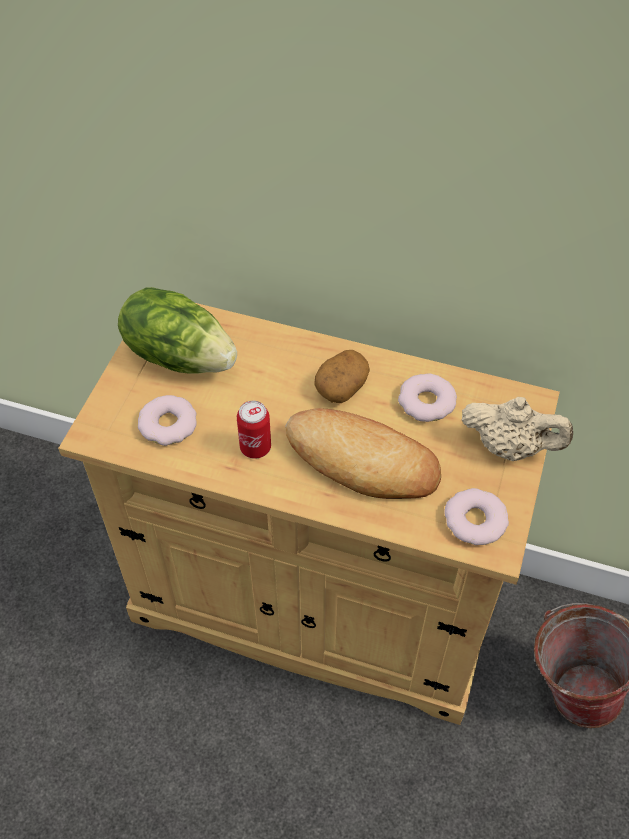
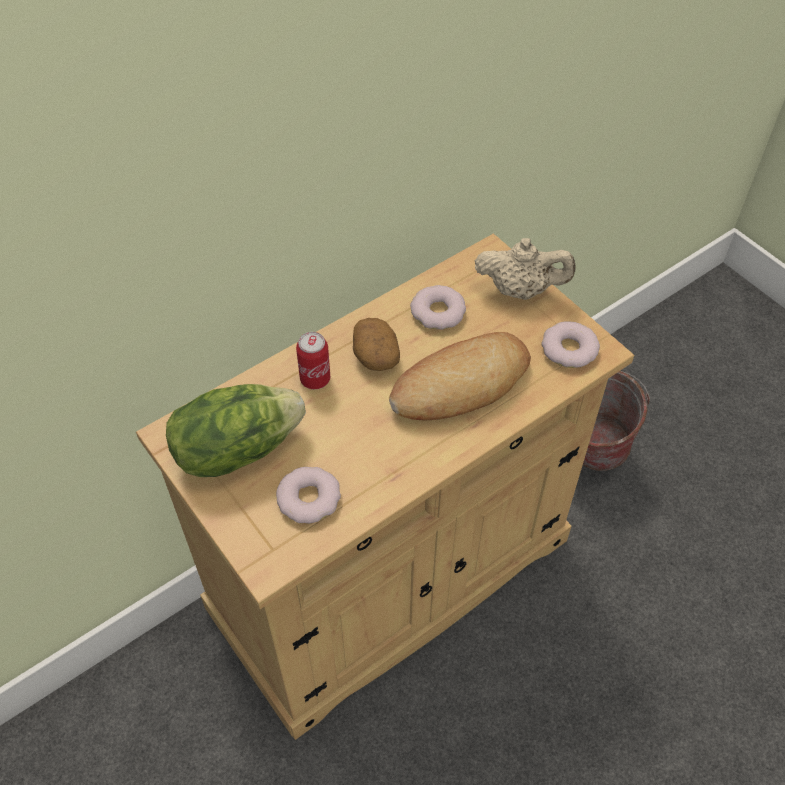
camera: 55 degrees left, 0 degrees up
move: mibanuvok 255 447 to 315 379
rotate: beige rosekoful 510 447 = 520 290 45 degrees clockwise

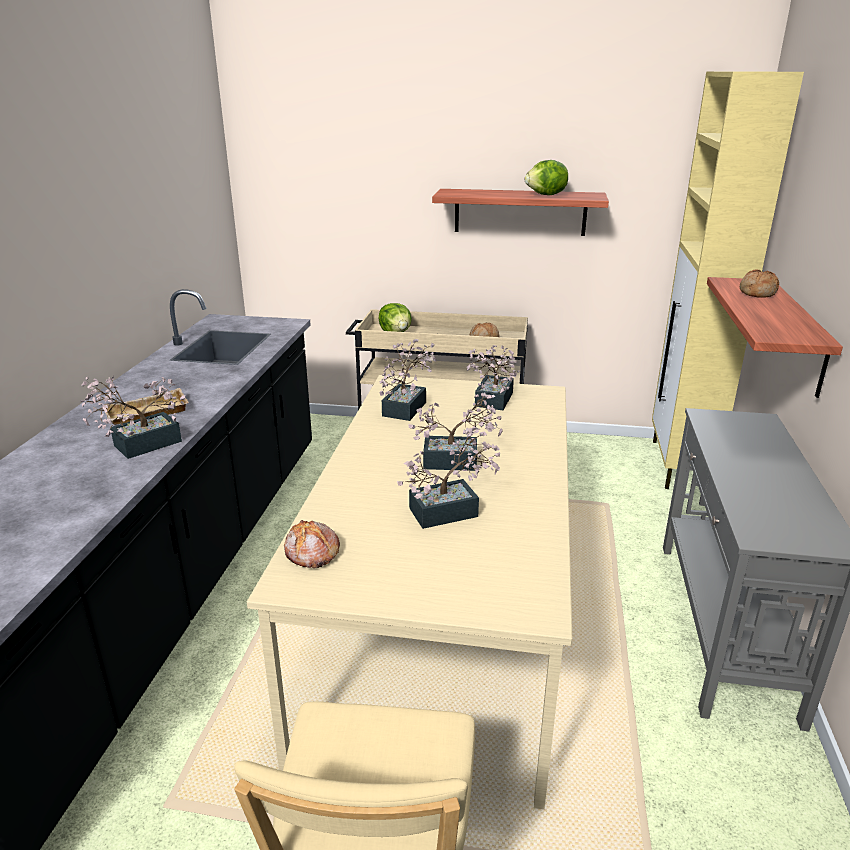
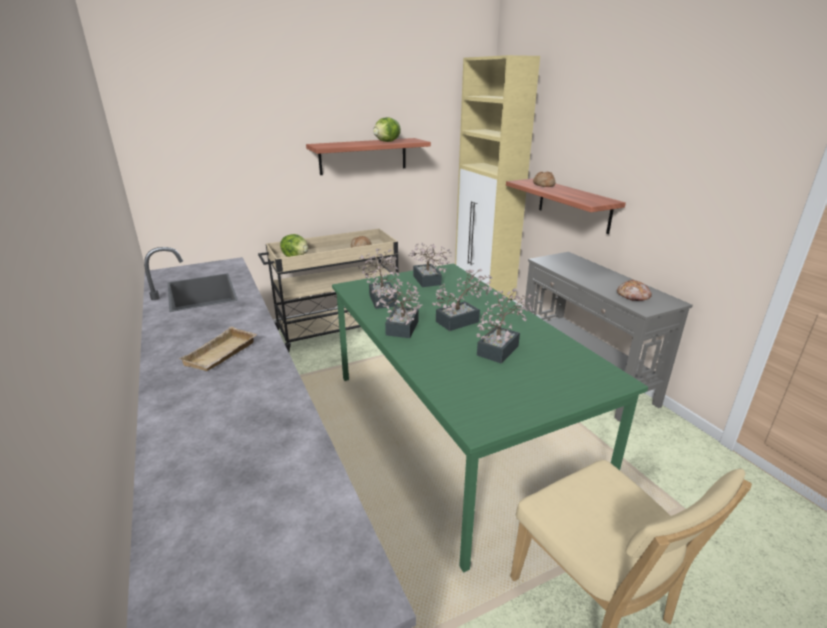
camera: 35 degrees left, 0 degrees up
move: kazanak 140 445 to 400 330; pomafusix 311 553 to 633 296
recolor: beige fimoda 442 615 to green fimoda 452 431

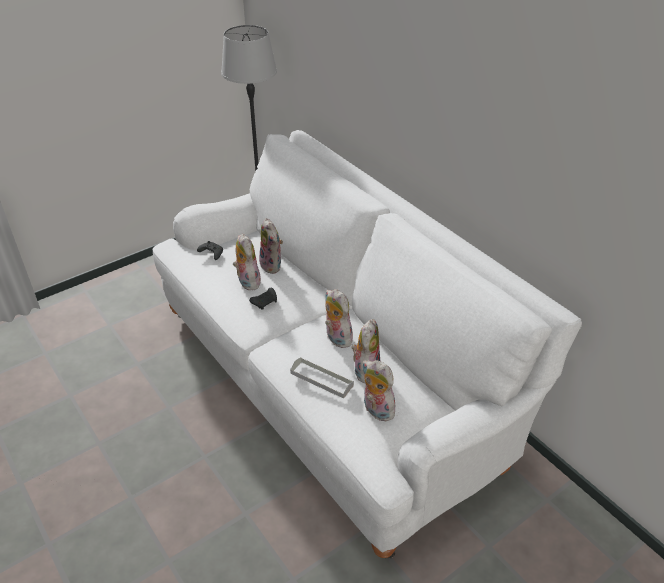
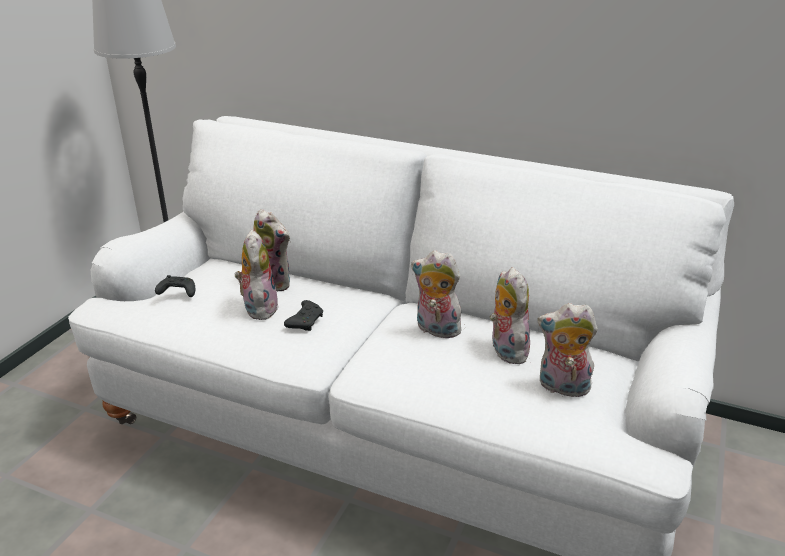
camera: 30 degrees left, 10 degrees down
delete: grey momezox 321 379
rotate: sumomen 247 281 = 258 307 45 degrees clockwise

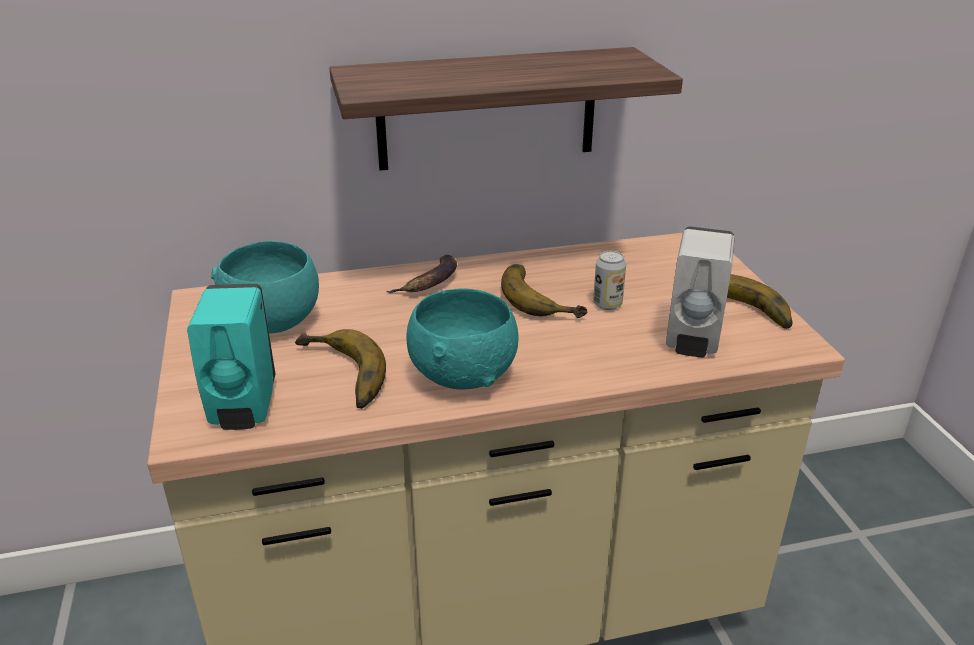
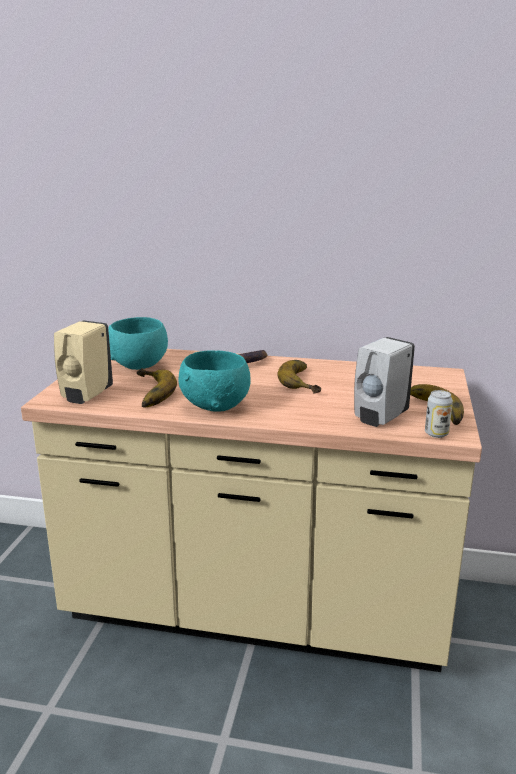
camera: 25 degrees right, 10 degrees down
delete: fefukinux 487 109
move: mibanuvok 607 304 to 436 434
recolor: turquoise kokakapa 243 409 to beige kokakapa 86 396

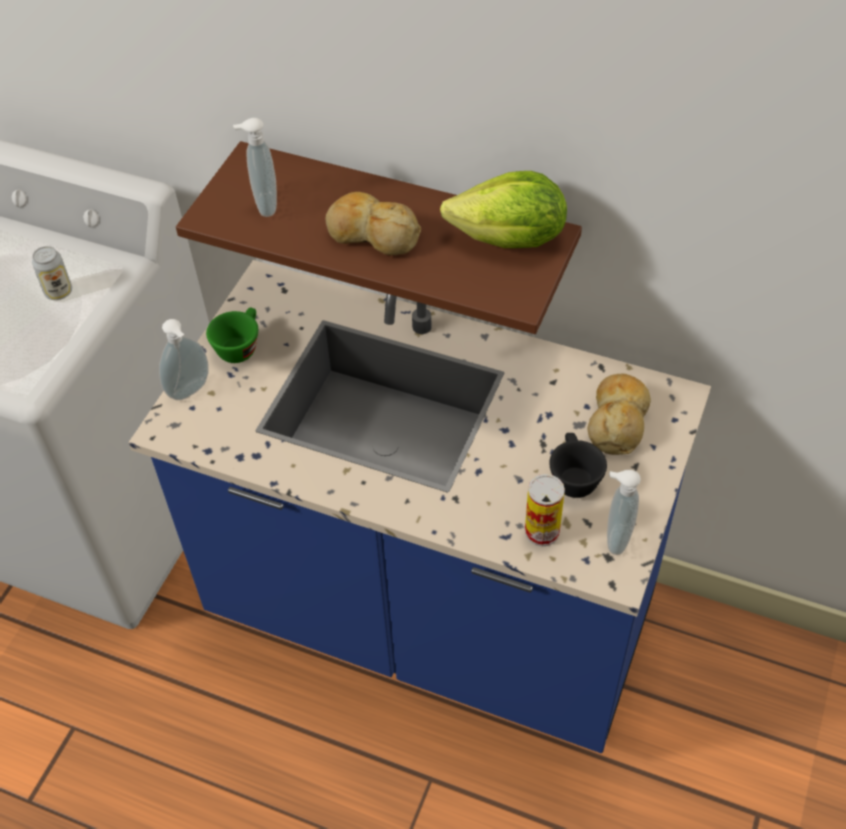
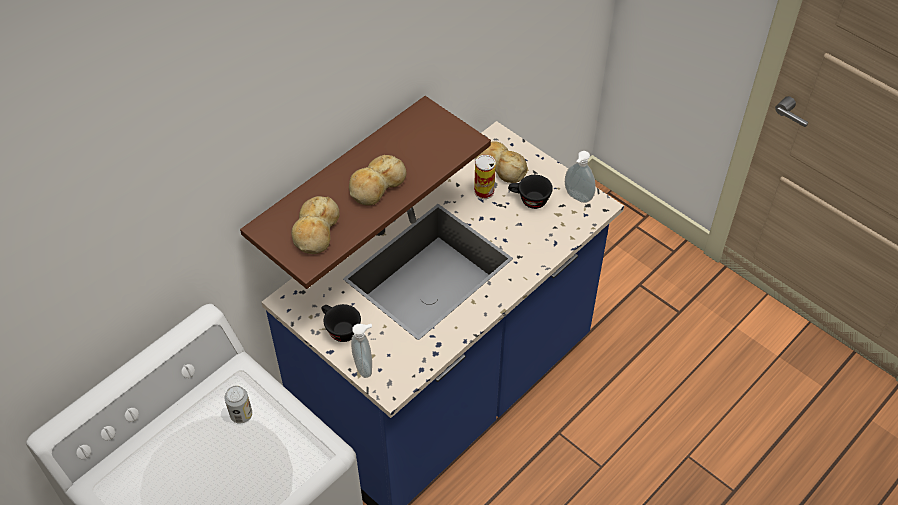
camera: 70 degrees left, 0 degrees up
delete: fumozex 510 240
move: mibanuvok 542 531 to 484 191
replace: kokakapa 264 205 to pomafusix 316 232
recolor: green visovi 239 346 to black visovi 339 329

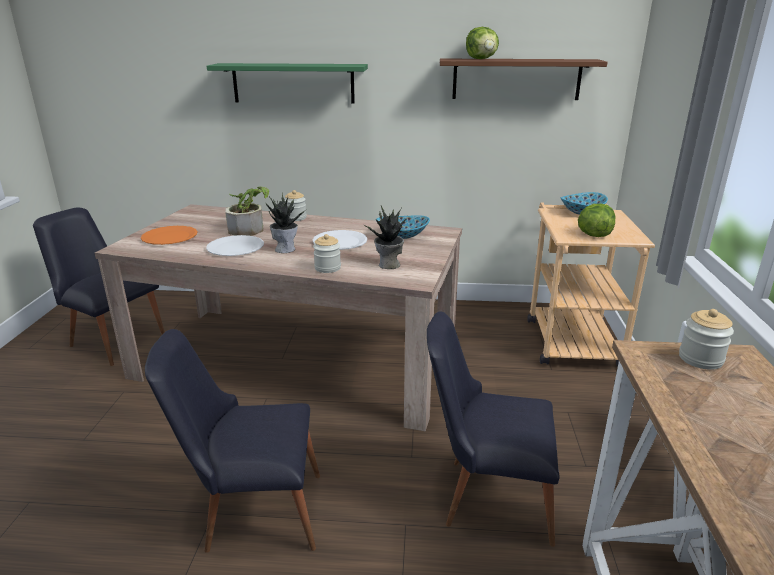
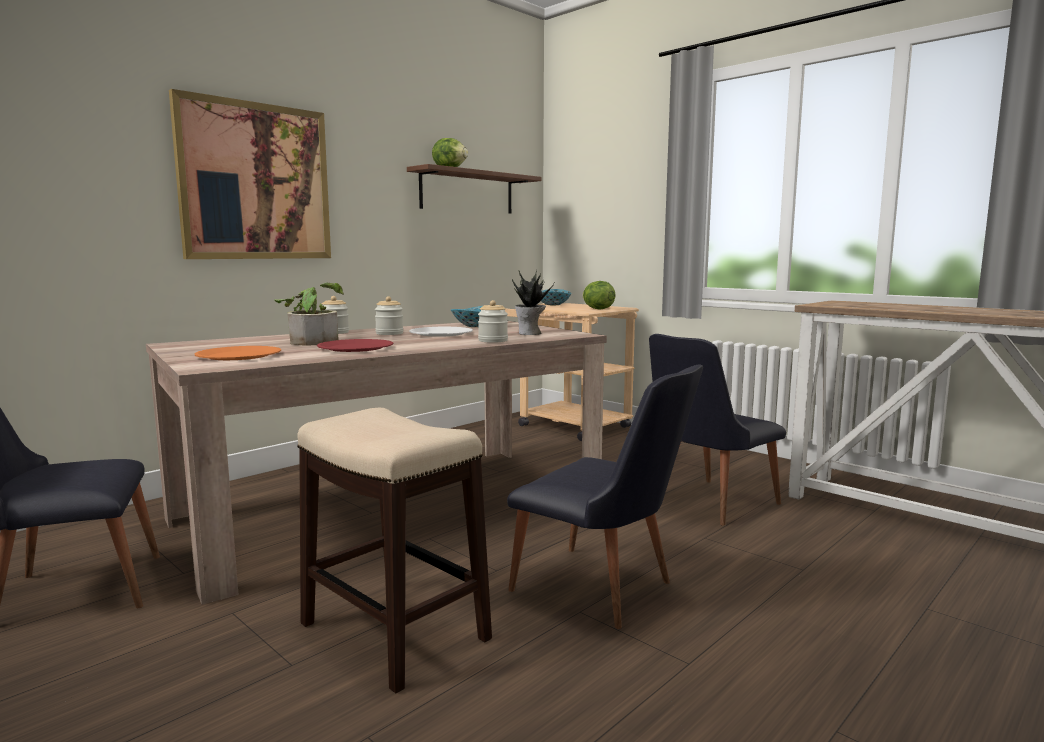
camera: 50 degrees left, 15 degrees down
delete: kazanak 285 249
insert: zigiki 393 630
move: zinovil 700 359 to 389 333
replace: green fefukinux 293 83 to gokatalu 255 182
recolor: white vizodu 235 247 to red vizodu 355 348
rotate: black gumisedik 252 511 = 604 591 90 degrees counterclockwise

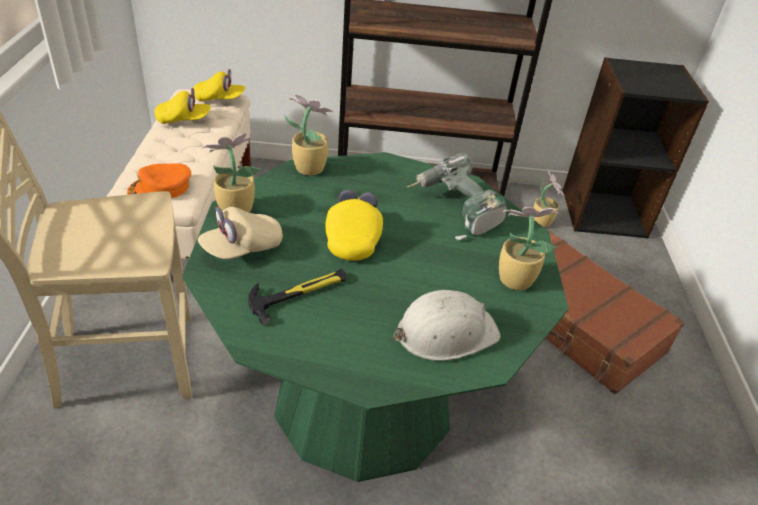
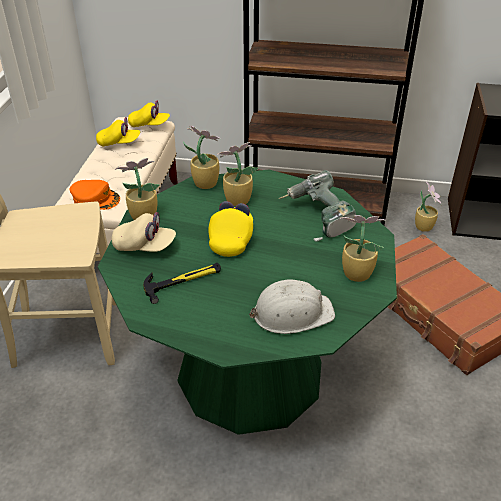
camera: 10 degrees right, 0 degrees up
insert: kazanak 236 200
rotate: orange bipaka 160 188 = 96 198 135 degrees counterclockwise; beige bipaka 242 248 = 144 246 135 degrees counterclockwise

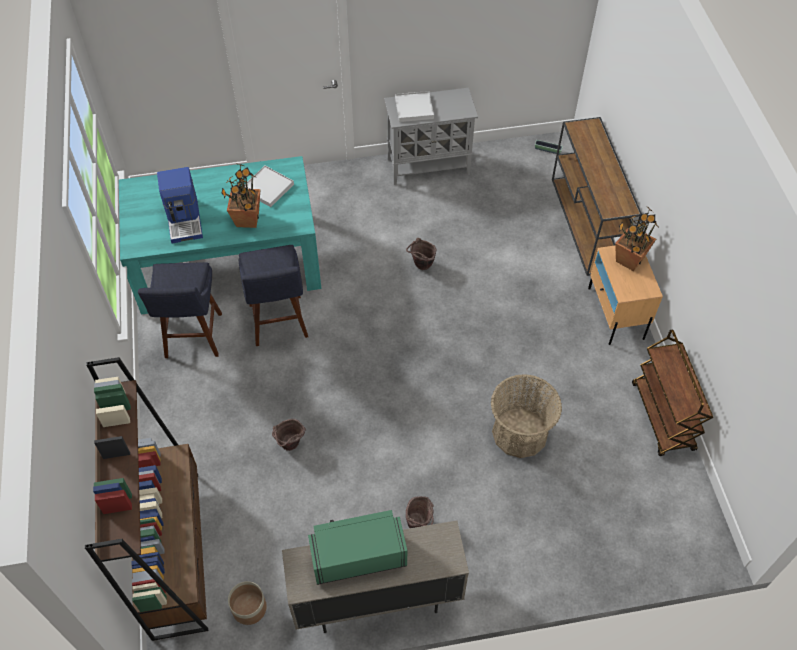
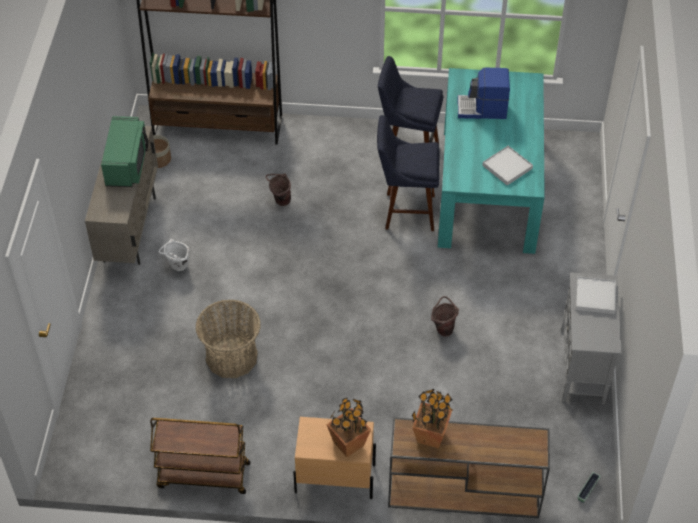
camera: 105 degrees right, 5 degrees down
move: kazanak 247 220 to 430 436
recolor: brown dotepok 419 525 to white dotepok 177 267

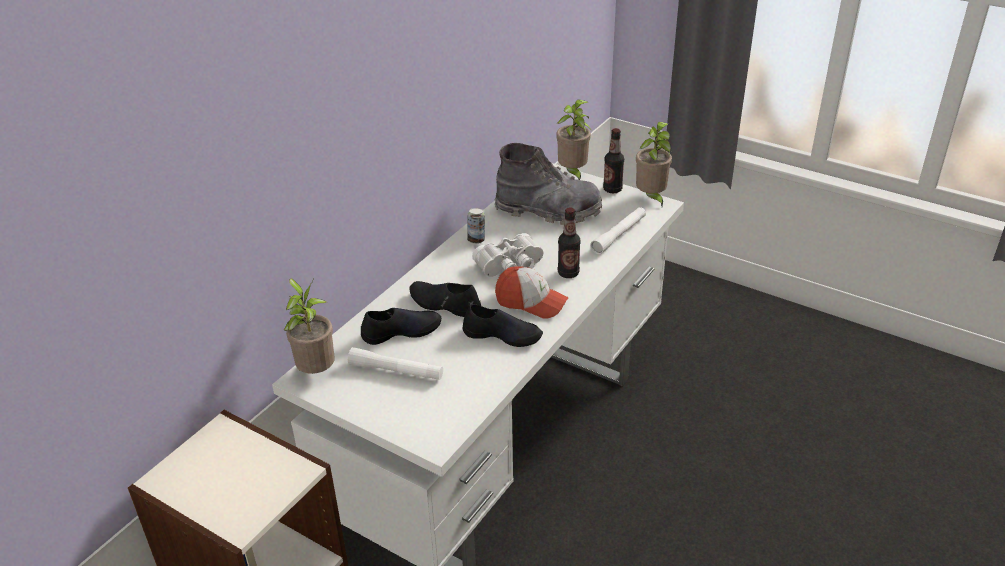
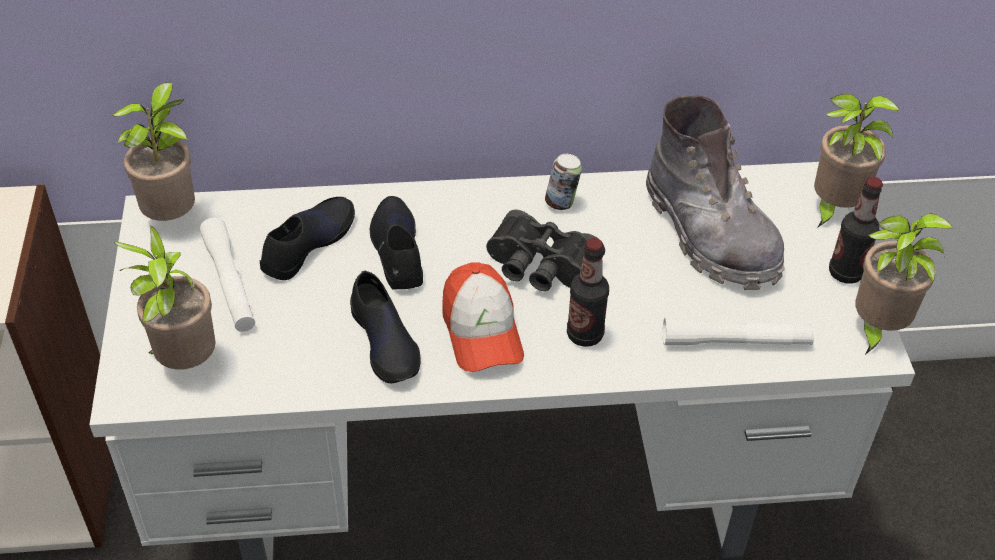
camera: 50 degrees right, 10 degrees up
insert: kazanak 184 361
recolor: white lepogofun 511 266 to black lepogofun 540 268
rotate: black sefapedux 401 331 = 308 244 90 degrees counterclockwise

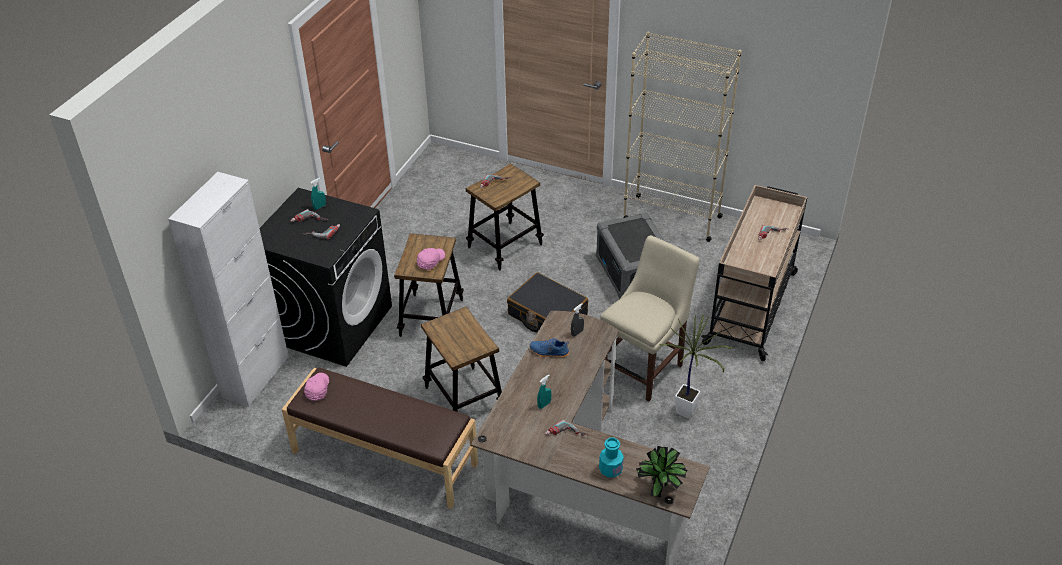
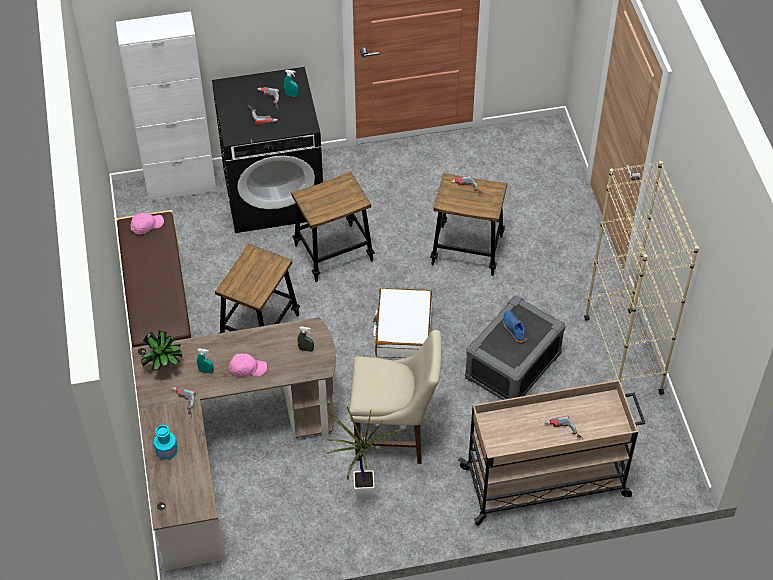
camera: 55 degrees right, 10 degrees up
move: pink bipaka 430 261 to 247 368; blue sefapedux 549 352 to 513 329; kazanak 660 489 to 164 367
recolor: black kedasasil 547 315 to white kedasasil 403 330

